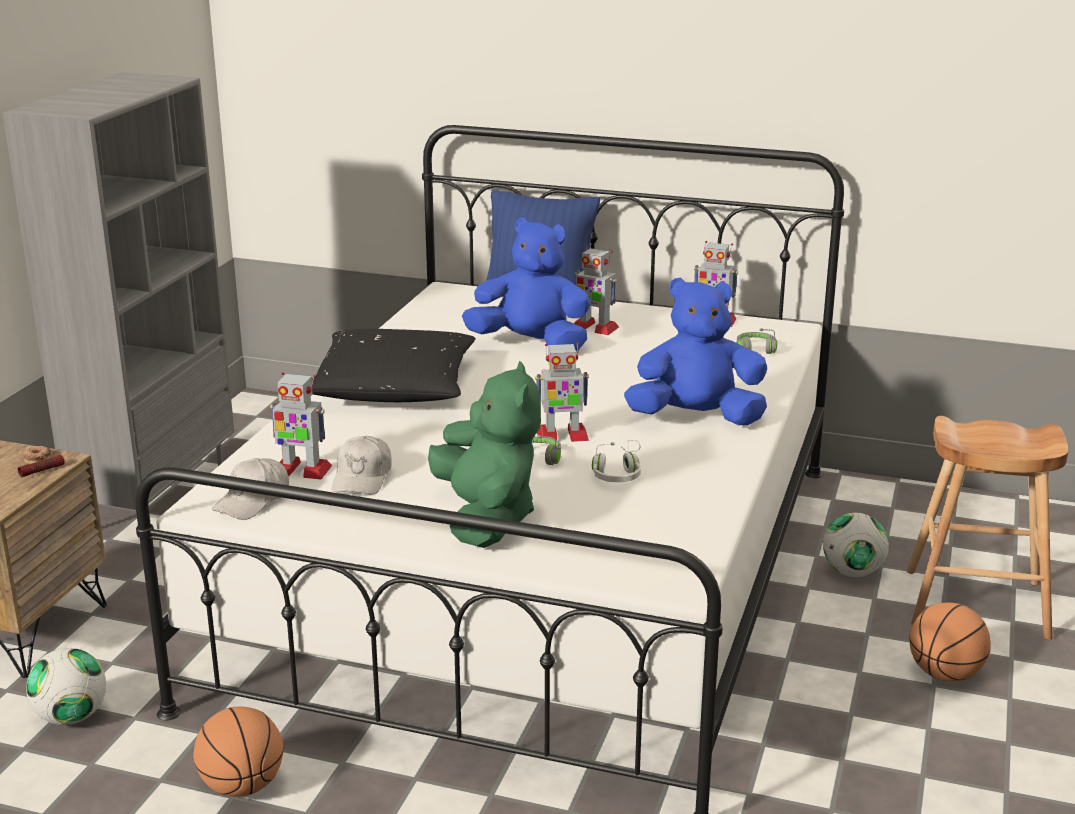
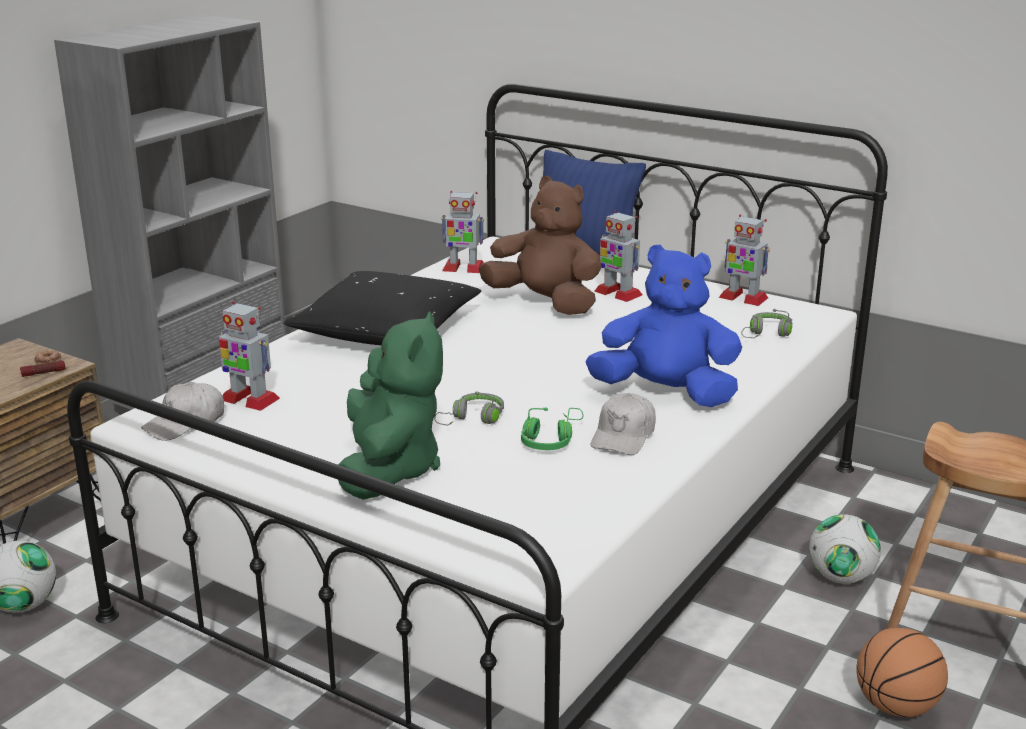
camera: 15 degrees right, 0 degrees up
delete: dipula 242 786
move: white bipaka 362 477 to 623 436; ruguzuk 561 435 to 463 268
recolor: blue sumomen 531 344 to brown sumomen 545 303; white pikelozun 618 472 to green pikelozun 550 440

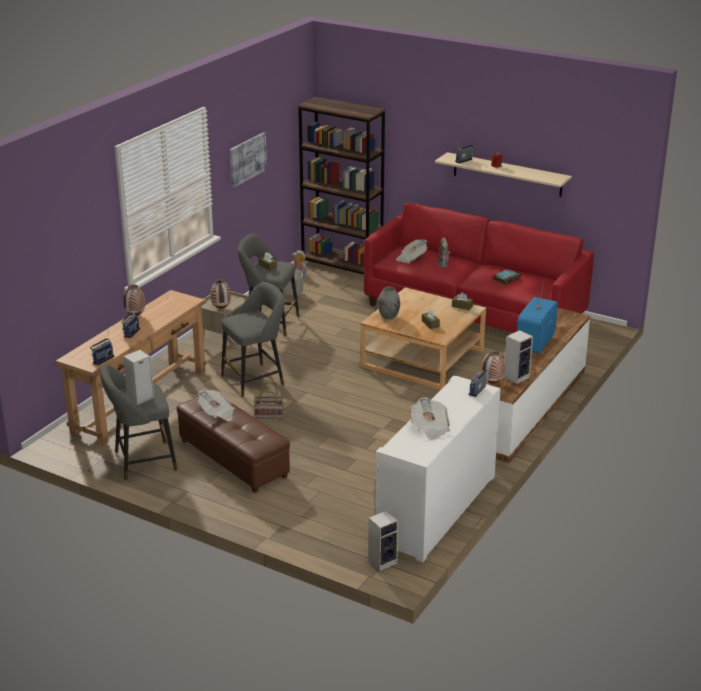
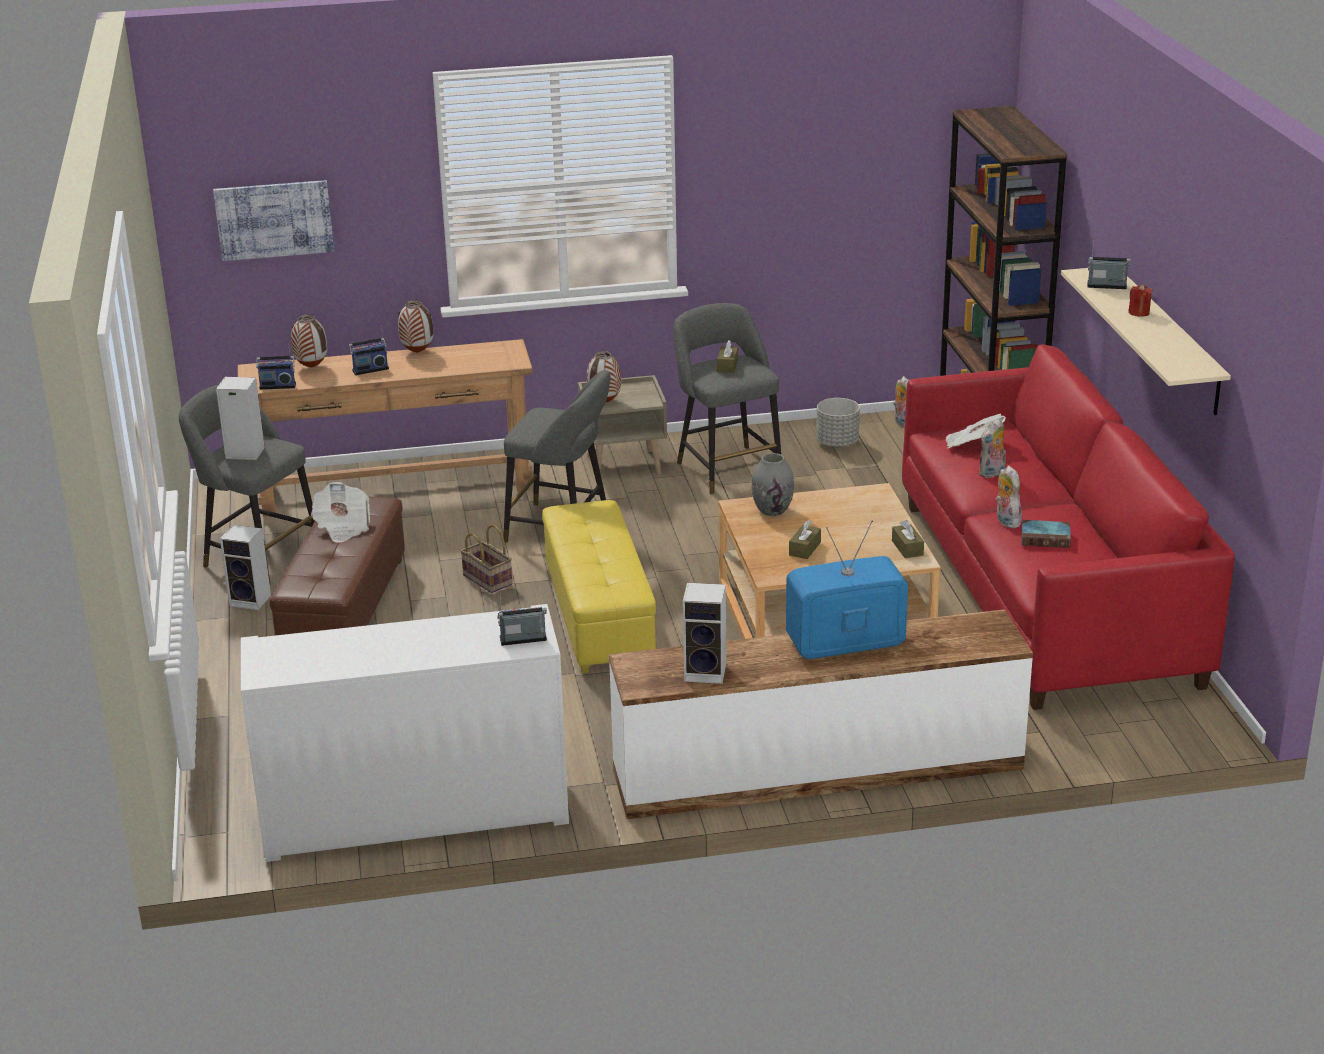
camera: 50 degrees right, 0 degrees up
delete: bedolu 430 428
insert: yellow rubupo 597 615; sumomen 1005 521
move: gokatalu 247 159 to 274 219; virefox 383 561 to 252 600; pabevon 492 383 to 311 367

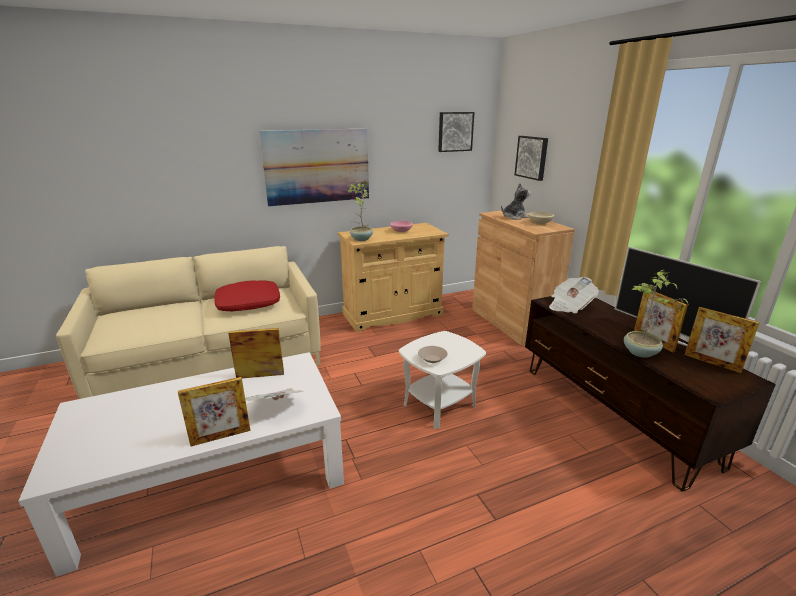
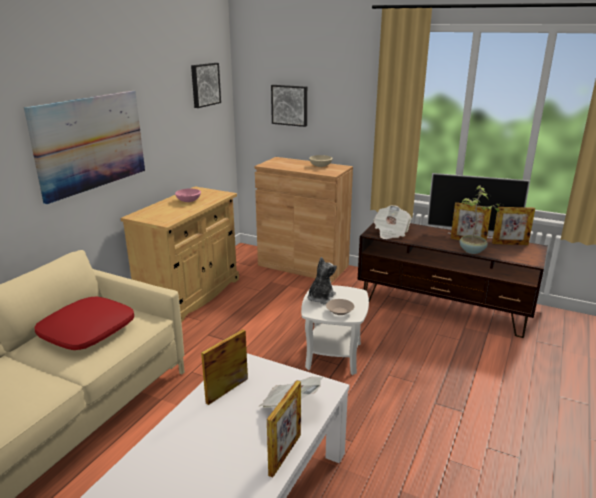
camera: 40 degrees left, 0 degrees up
delete: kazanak 361 239
move: sumomen 514 217 to 320 298

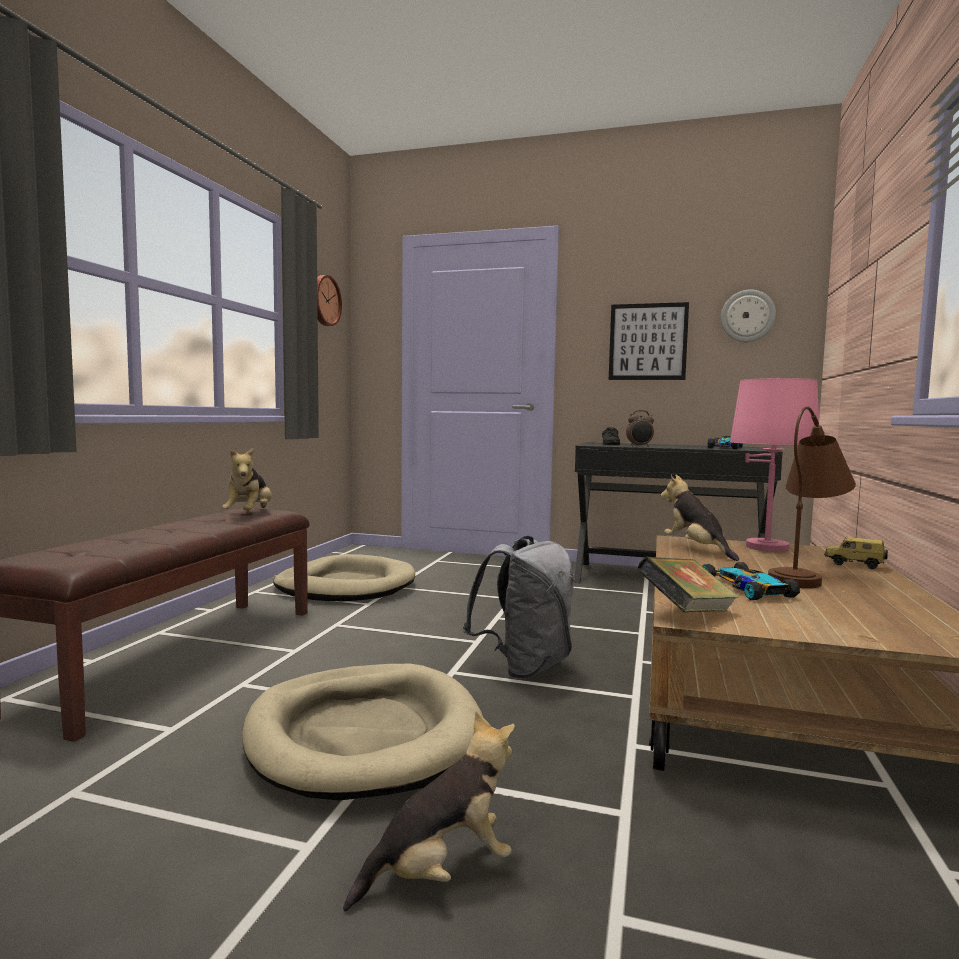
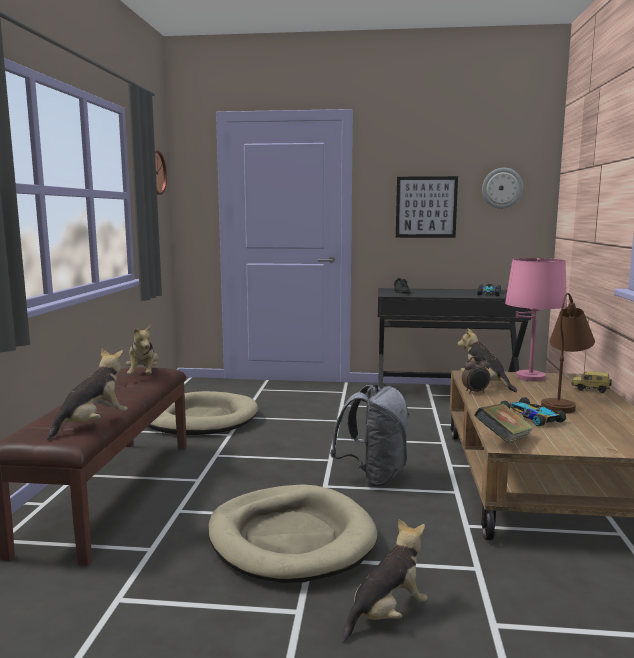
camera: 10 degrees left, 5 degrees up
insert: sumomen 92 424
move: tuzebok 639 446 to 475 392

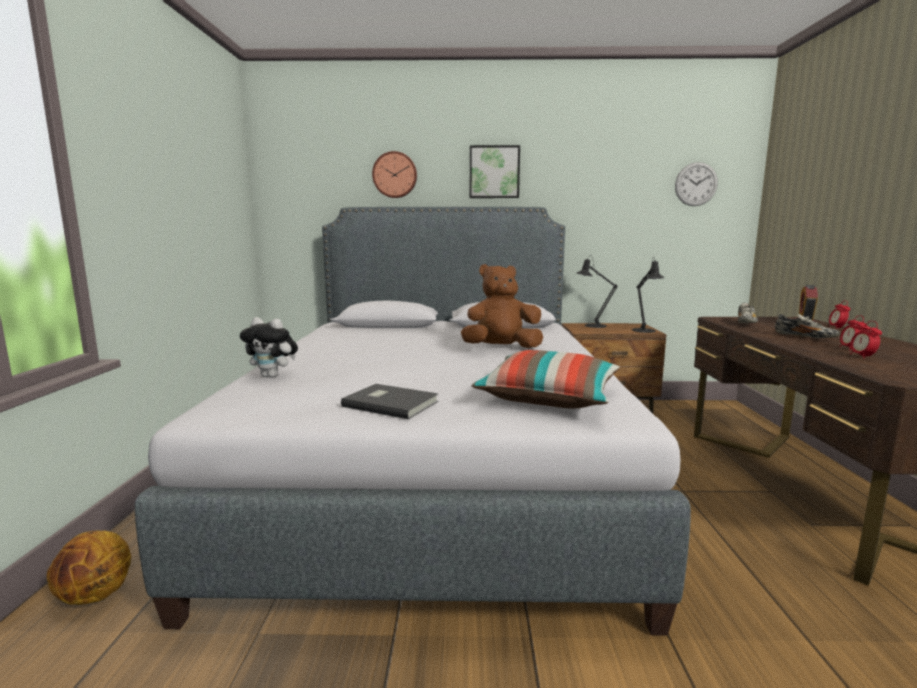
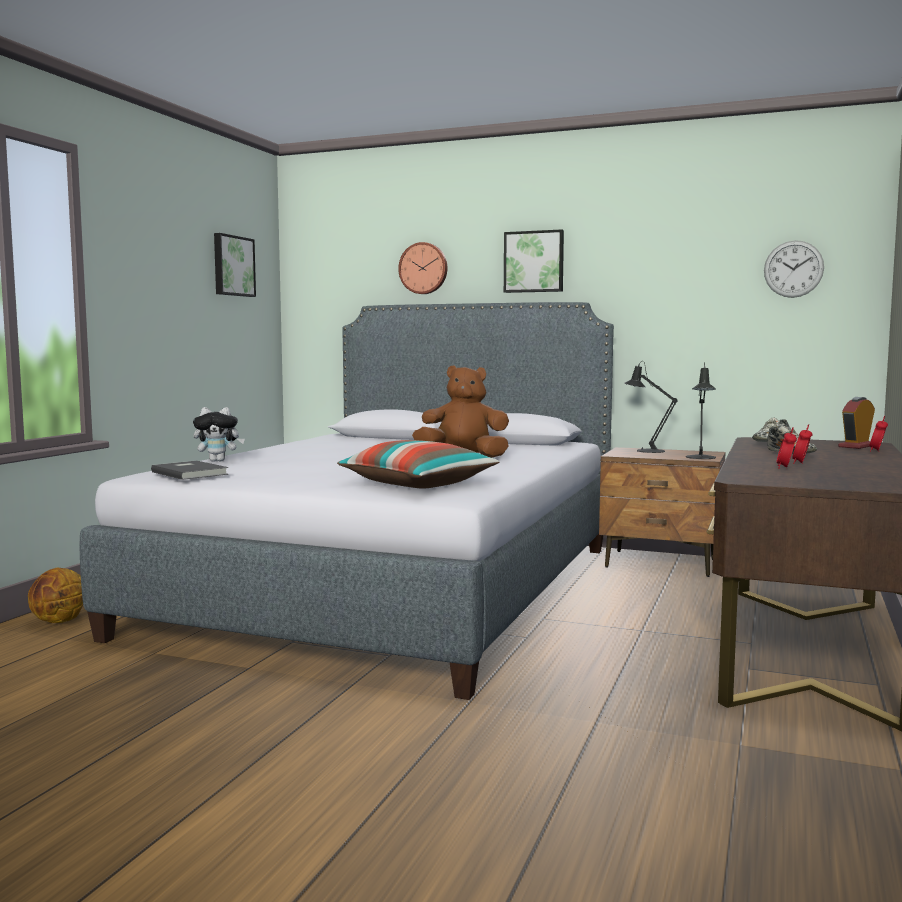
camera: 20 degrees right, 5 degrees down
insert: gokatalu 232 266
move: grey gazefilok 390 403 to 190 473
rotate: sumomen 273 376 = 218 461 45 degrees counterclockwise

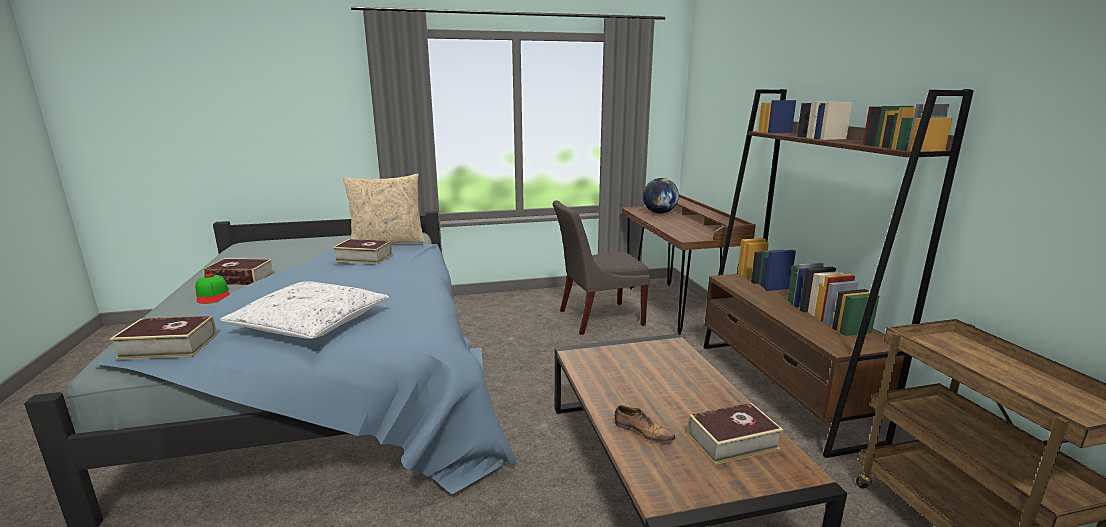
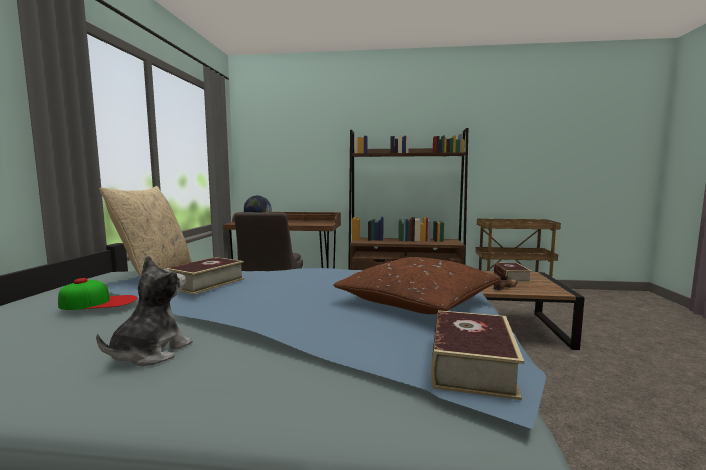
camera: 70 degrees left, 10 degrees down
move: bipaka 213 294 to 99 302
replace: gazefilok 241 279 to sumomen 150 353
recolor: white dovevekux 311 323 to brown dovevekux 418 301

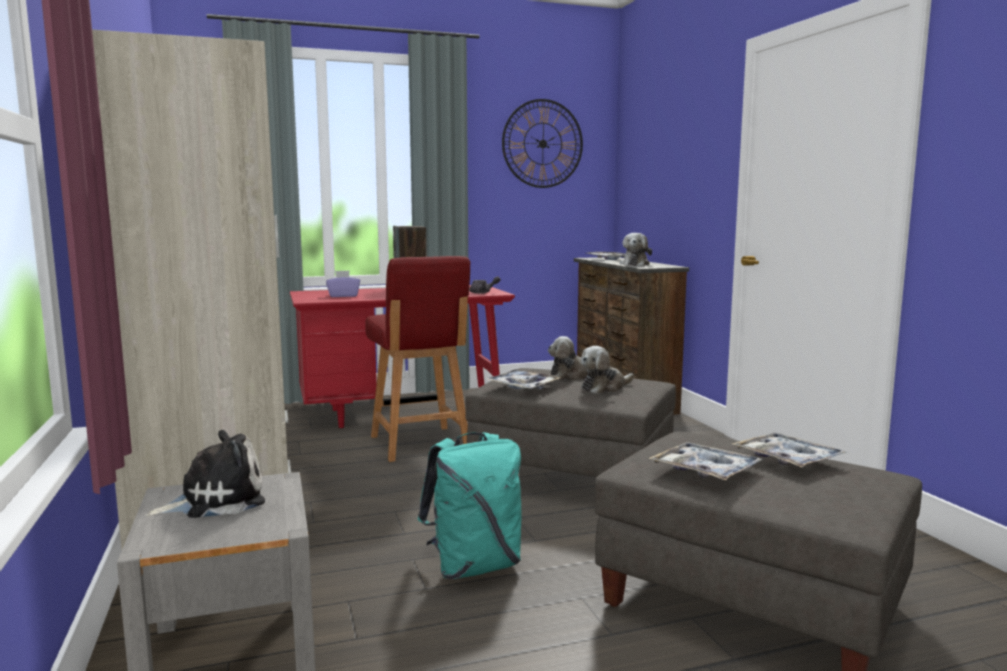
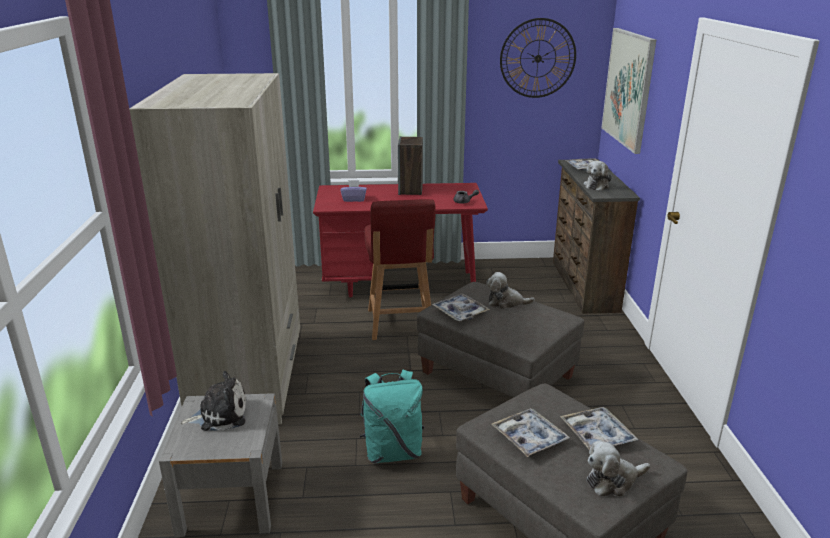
camera: 15 degrees right, 15 degrees up
insert: gokatalu 628 88
move: sumomen 604 388 to 613 481

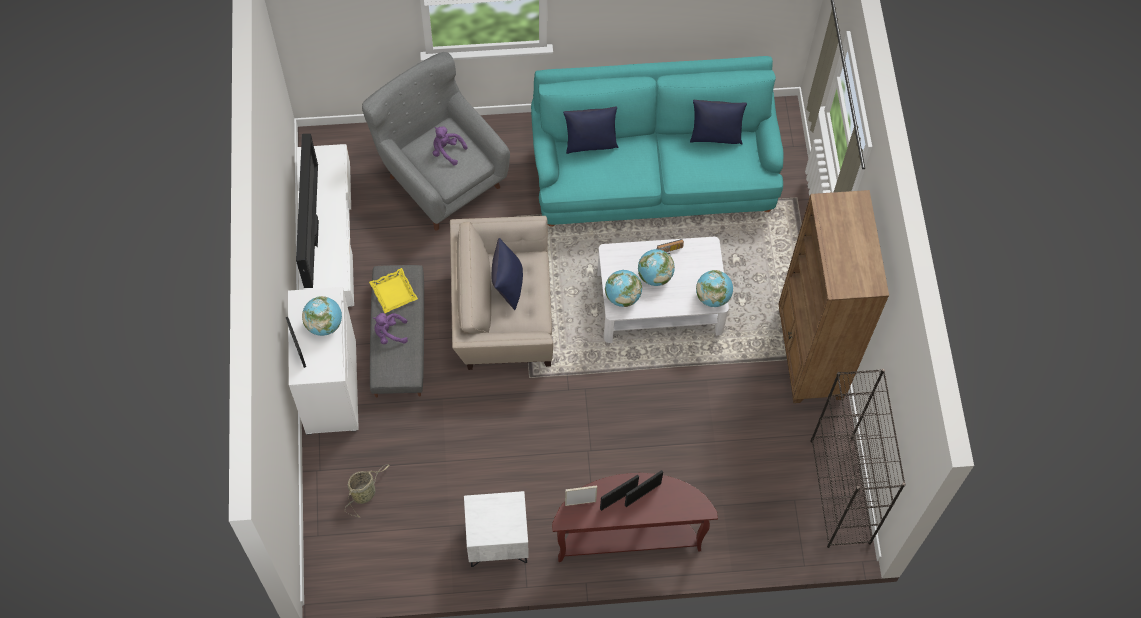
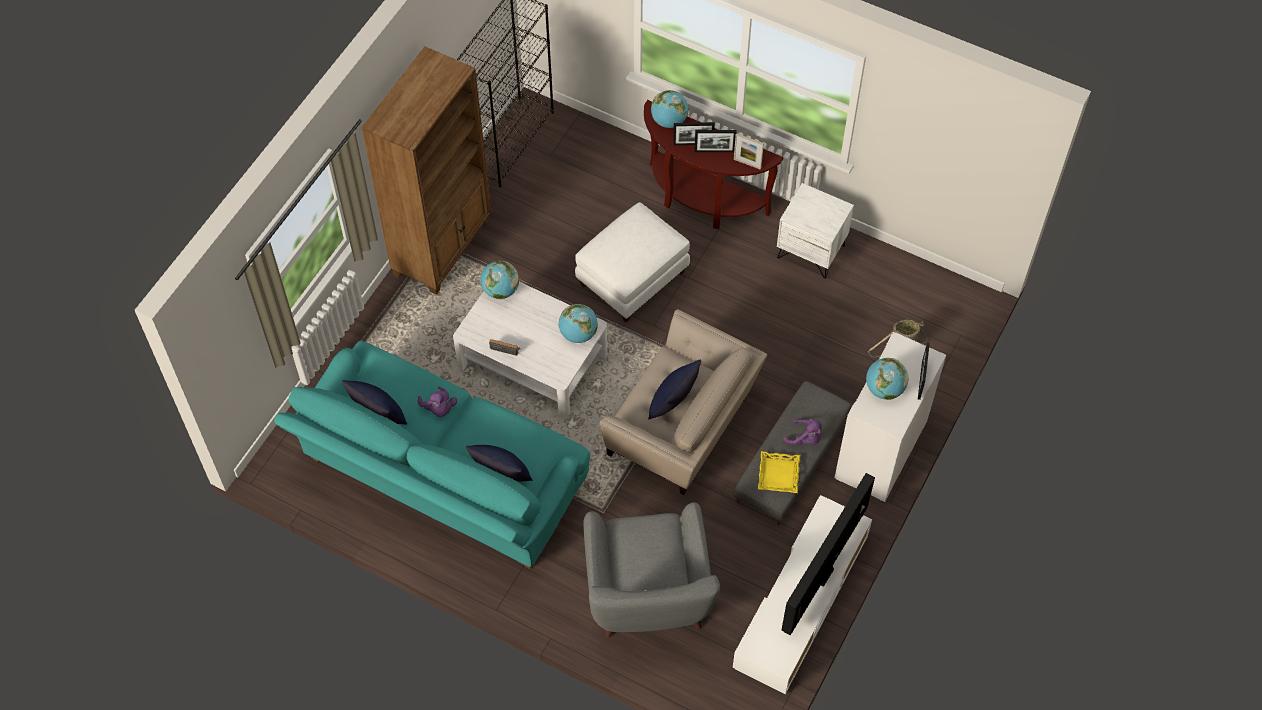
camera: 145 degrees left, 5 degrees down
insert: white rubupo 632 278
move: purple sumomen 447 151 to 439 408; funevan 654 276 to 669 121

